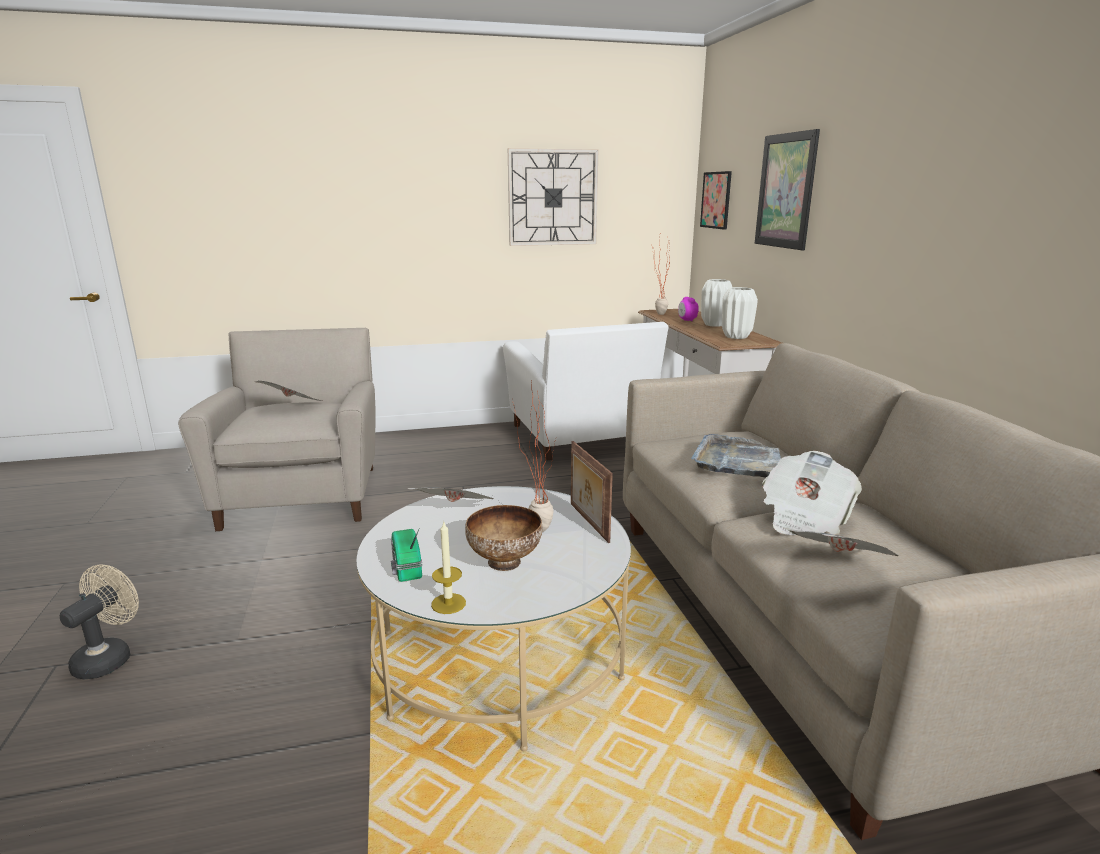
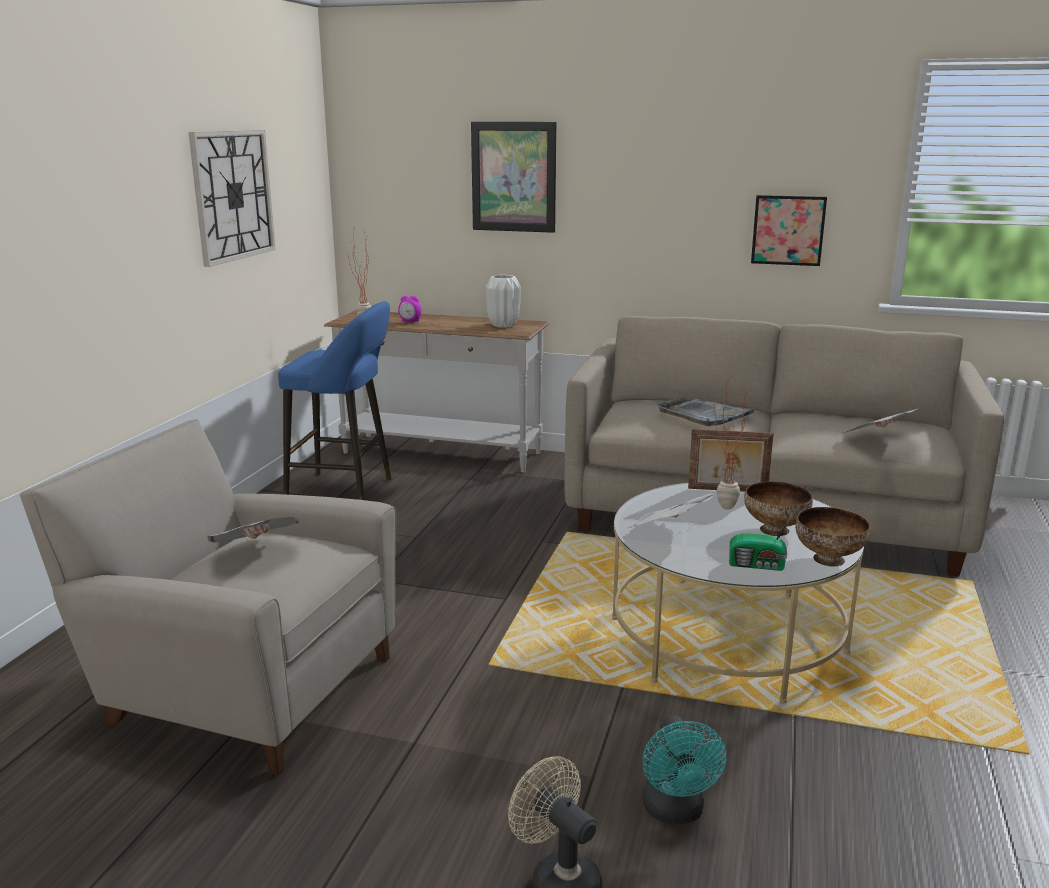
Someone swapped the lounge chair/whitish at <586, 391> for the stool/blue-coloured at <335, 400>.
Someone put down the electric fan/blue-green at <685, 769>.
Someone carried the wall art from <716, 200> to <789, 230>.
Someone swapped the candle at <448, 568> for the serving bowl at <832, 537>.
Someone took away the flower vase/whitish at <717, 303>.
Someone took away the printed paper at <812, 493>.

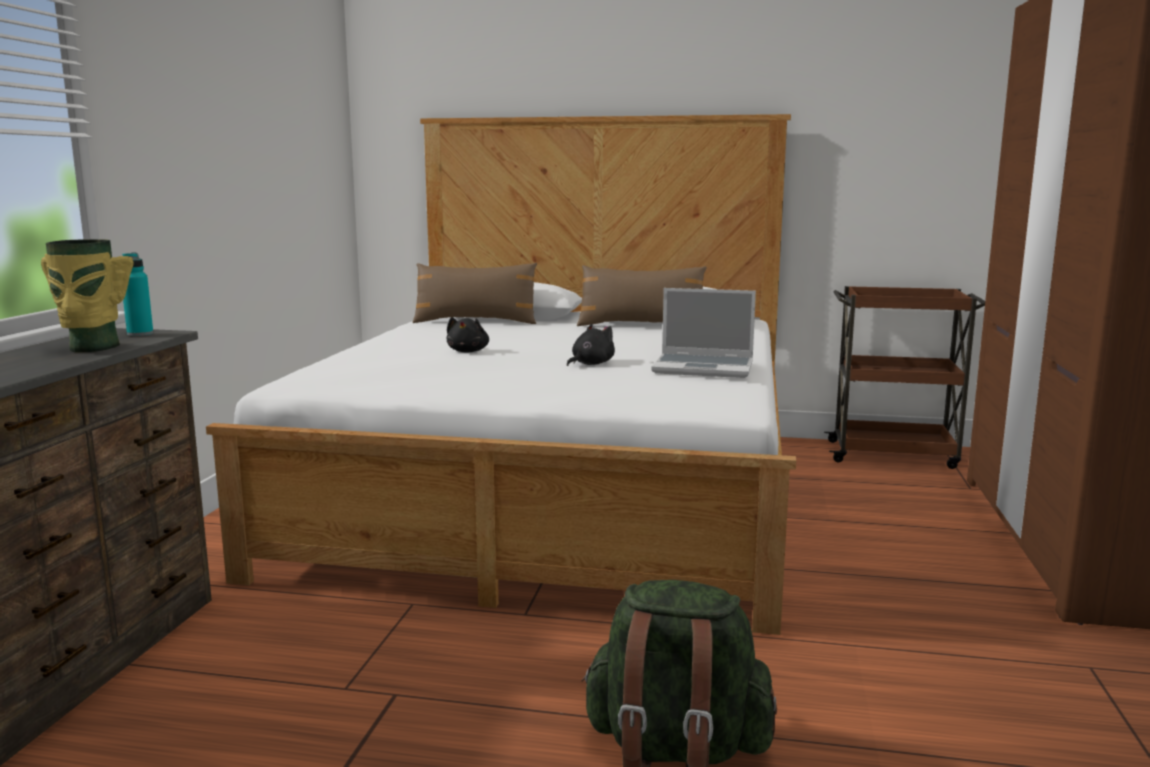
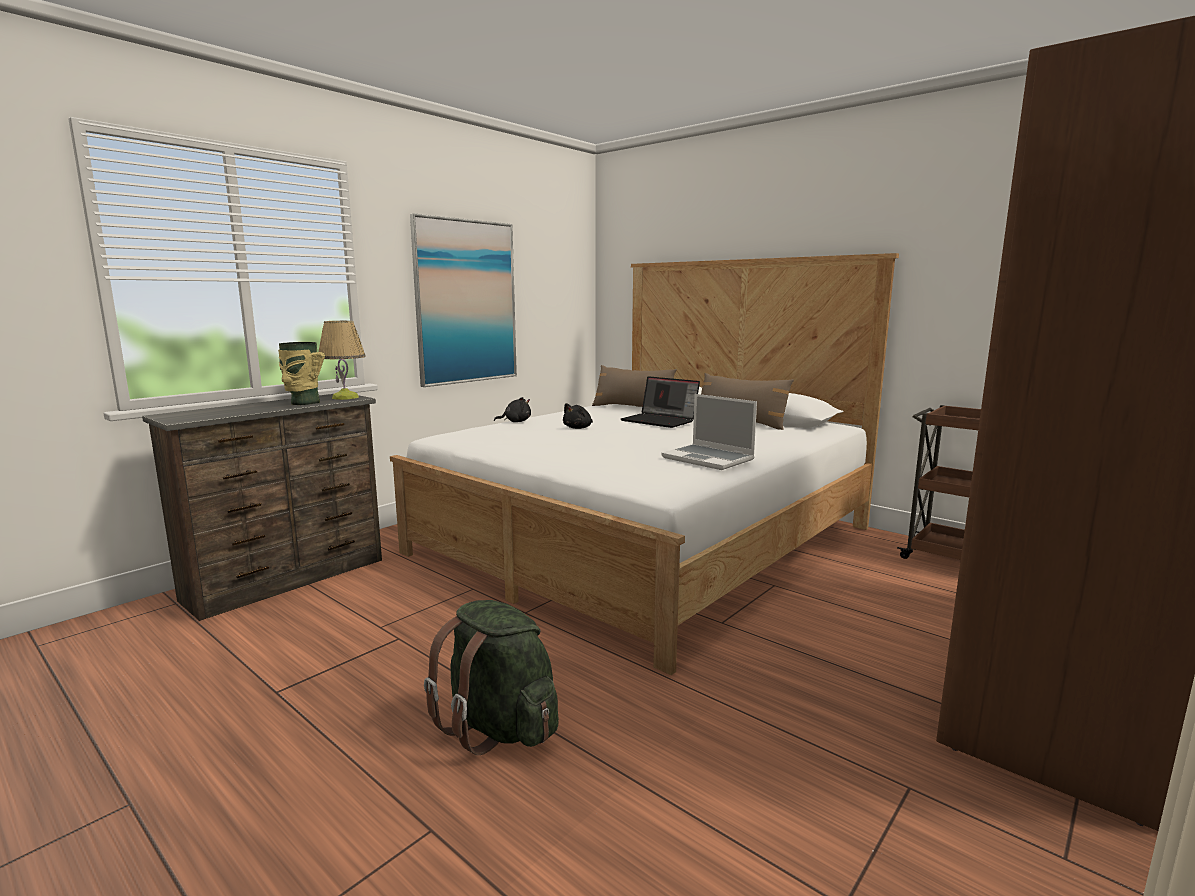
Someone swapped the drink bottle/blue-green at <137, 294> for the tabletop lamp at <342, 360>.
Someone put up the wall art at <463, 300>.
Someone carried the cuddly toy/black from <591, 345> to <512, 409>.
Someone put down the notebook computer at <660, 402>.

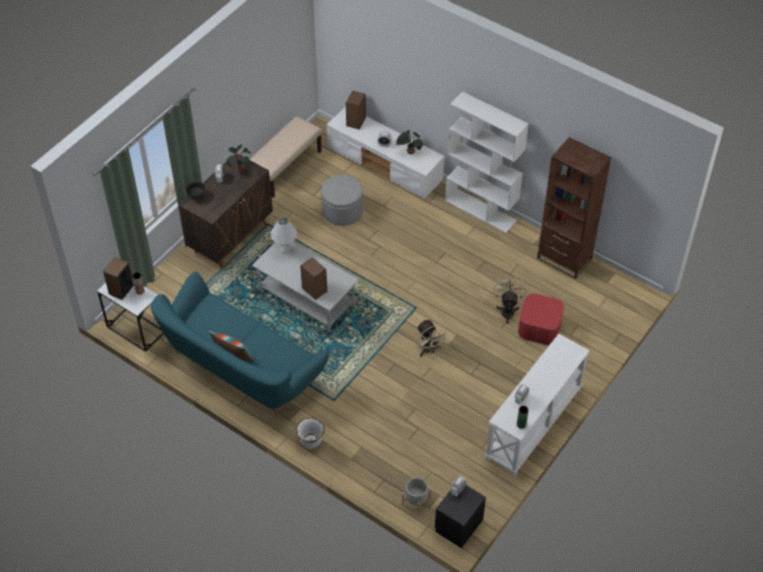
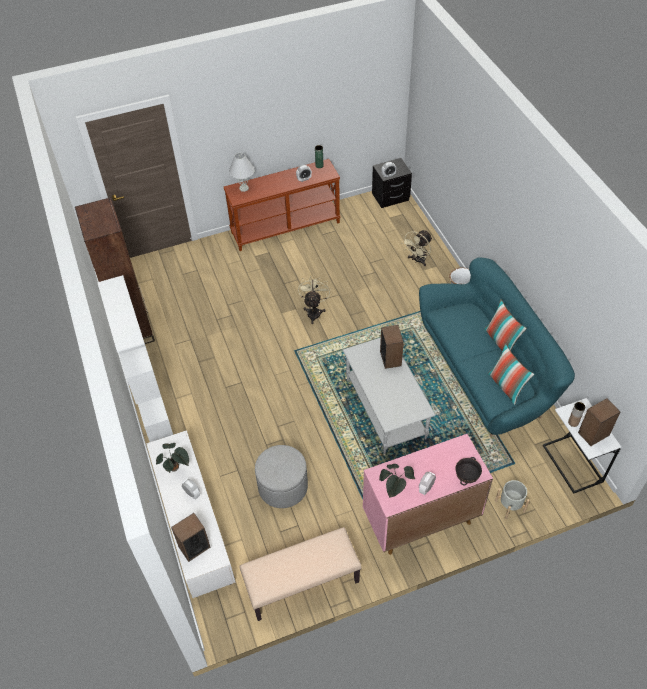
Someone repainted the narrow table/whitish at <537, 406>, which became the narrow table/brown-coloured at <282, 205>.
Someone carried the tabletop lamp/whitish from <284, 235> to <242, 172>.
Someone repainted the cupboard/brown-coloured at <226, 210>, which became the cupboard/pinkish at <428, 494>.
Someone carried the electric fan/beige-coloured from <509, 300> to <416, 248>.
Someone put down the throw pillow at <511, 374>.
Someone carried the plant pot/gray from <417, 497> to <512, 499>.
Someone took away the ottoman at <541, 319>.

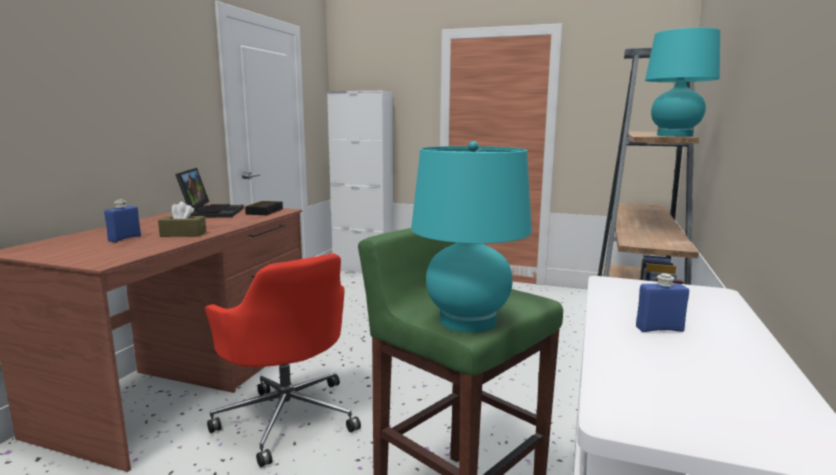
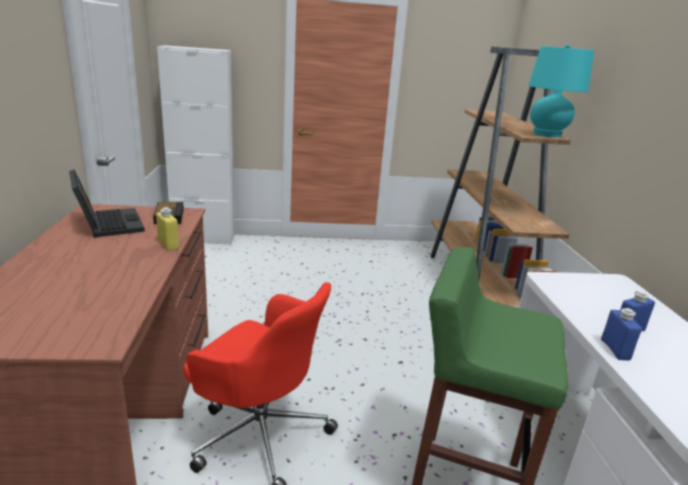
Someone put down the drink bottle/yellowish at <167, 229>.
Someone carried the drink bottle/blue-coloured from <122, 221> to <621, 334>.
Someone took away the tissue holder/brown-coloured at <182, 219>.
Someone took away the tabletop lamp/blue-green at <471, 237>.

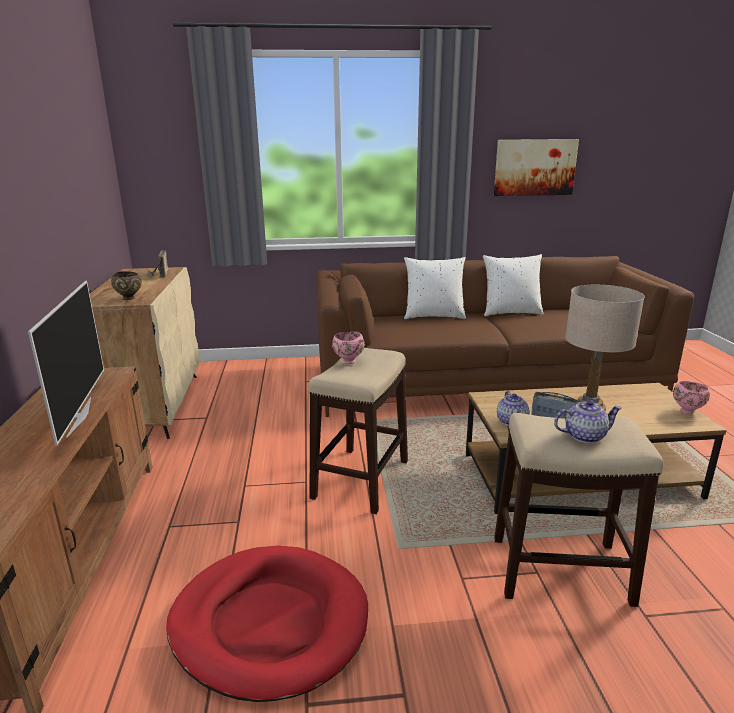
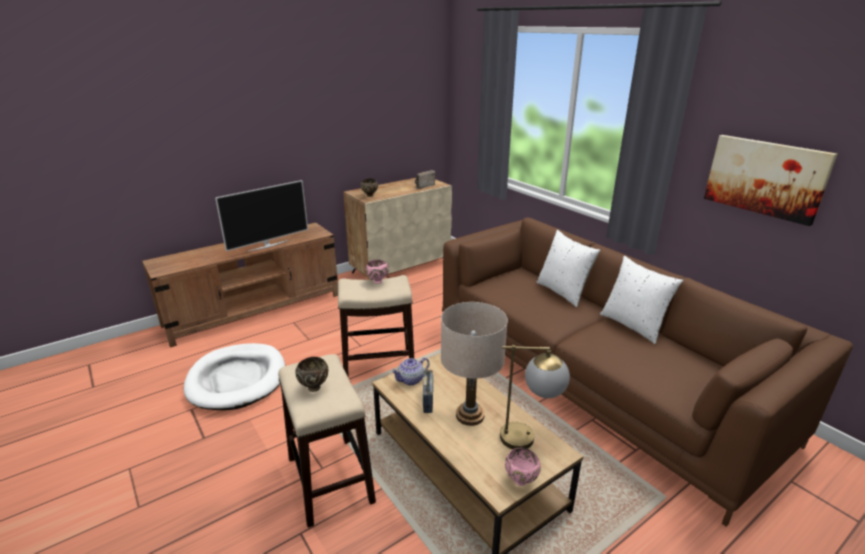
Someone repainted the dog cushion/red at <267, 624>, which became the dog cushion/whitish at <234, 376>.
Someone swapped the pot for tea at <588, 421> for the serving bowl/brown-coloured at <311, 374>.
Someone put down the tabletop lamp at <535, 397>.

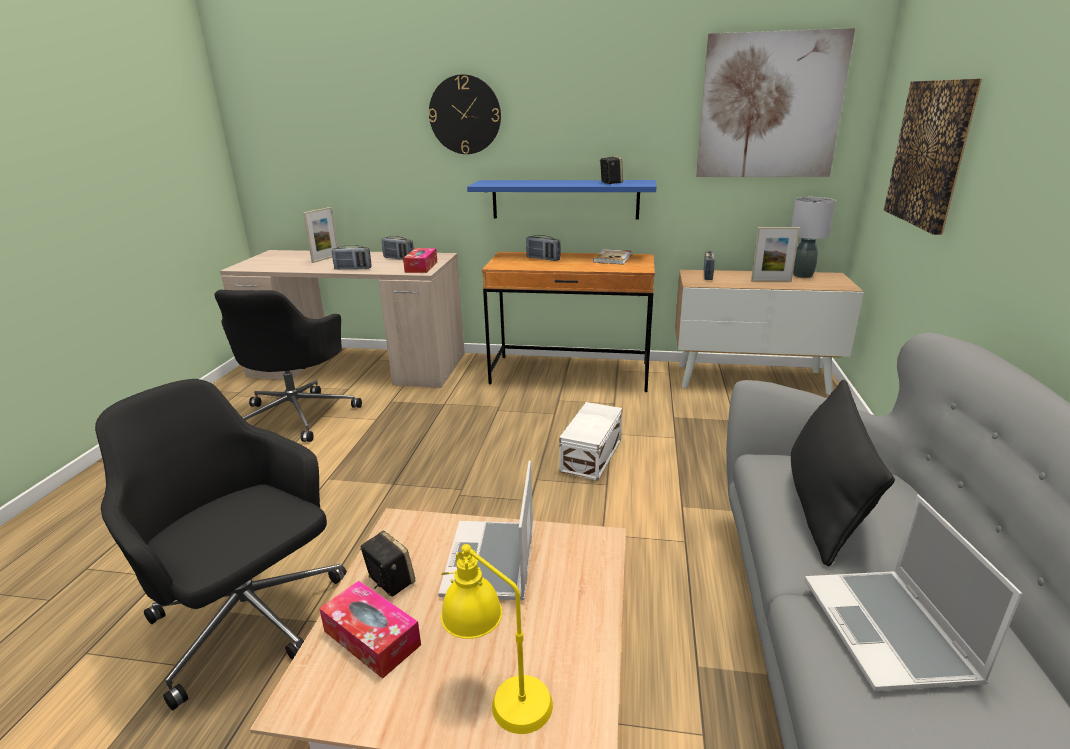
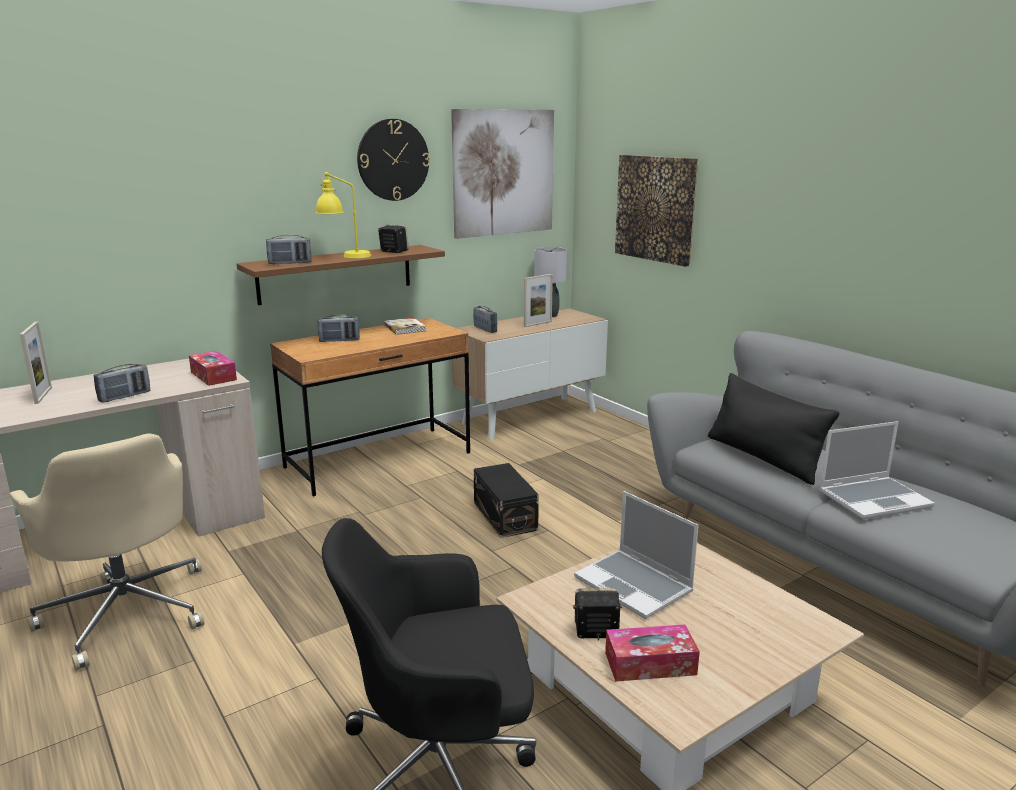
Someone repainted the desk chair/black at <288, 366>, which became the desk chair/beige-coloured at <107, 552>.
Someone repainted the bracket shelf/blue-coloured at <561, 200>, which became the bracket shelf/brown-coloured at <340, 275>.
Someone carried the radio from <397, 248> to <288, 249>.
Someone carried the tabletop lamp/yellowish from <497, 639> to <343, 215>.
Someone carried the clock on the wall from <465, 114> to <393, 160>.
Someone repainted the storage container/whitish at <590, 441>, which became the storage container/black at <506, 500>.
Someone rotated the notebook computer at <913, 593> by 60 degrees counterclockwise.

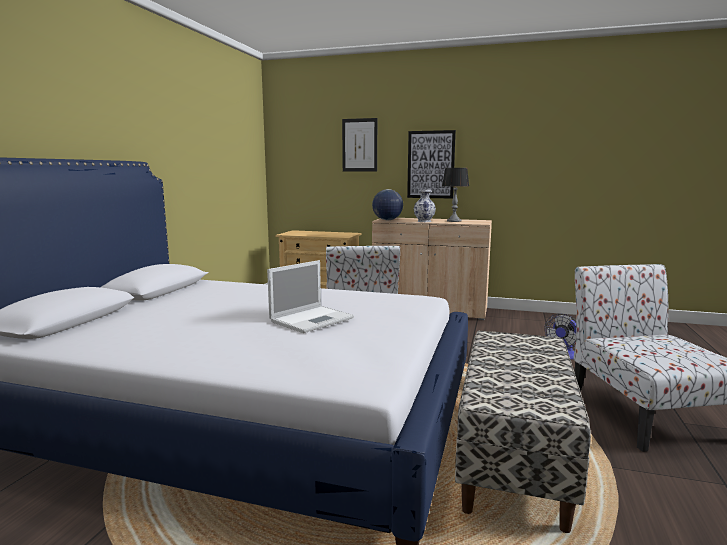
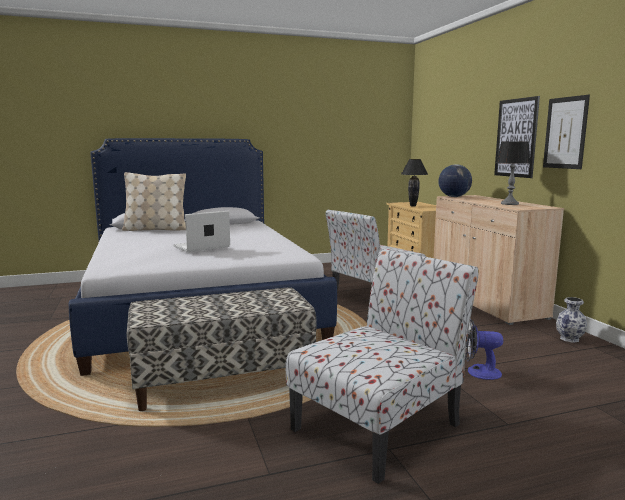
Someone put down the throw pillow/beige-coloured at <154, 201>.
Someone rotated the notebook computer at <310, 296> by 135 degrees clockwise.
Someone put down the tabletop lamp/black at <414, 183>.
Someone carried the wall art from <359, 144> to <566, 132>.
Someone carried the flower vase from <425, 205> to <571, 320>.

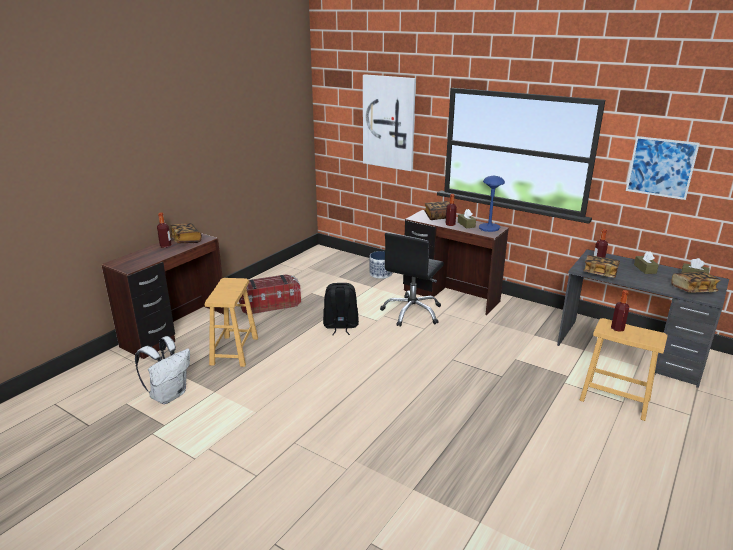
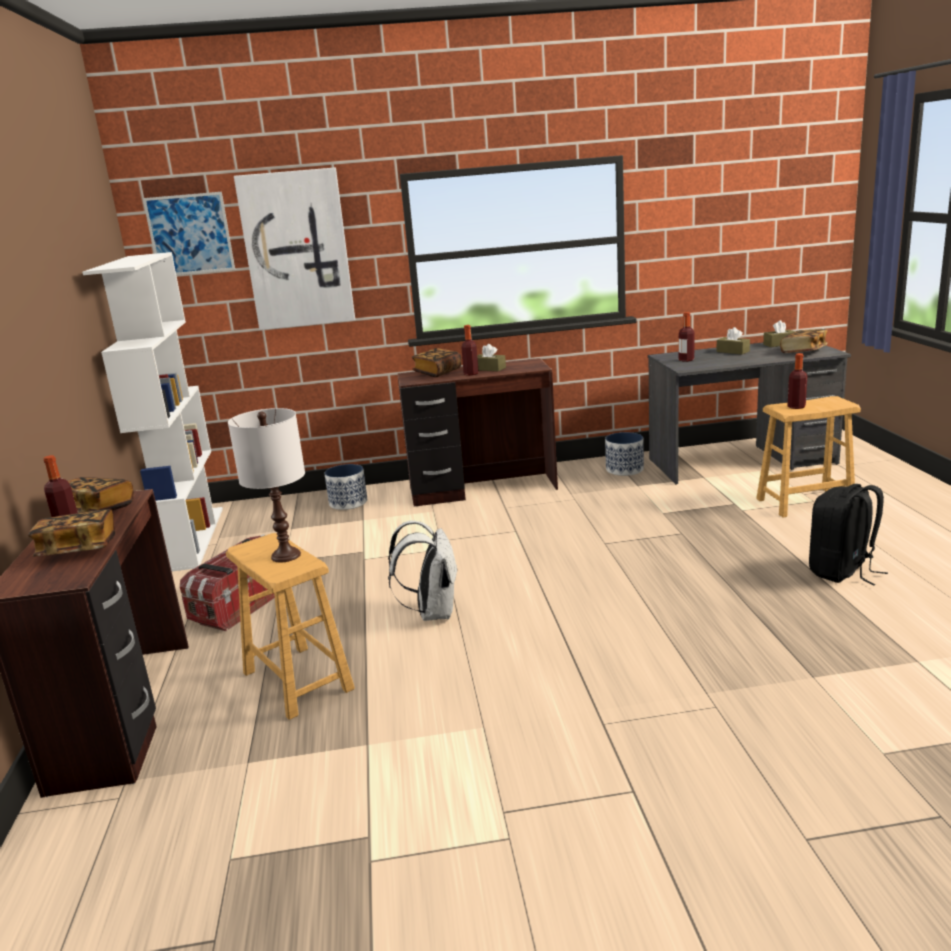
Someone carried the book from <601, 266> to <71, 533>.
Someone put down the bookshelf/whitish at <152, 411>.
Someone carried the wall art from <663, 168> to <189, 233>.
Someone put down the tabletop lamp/whitish at <266, 485>.
Someone carried the backpack/whitish from <162, 370> to <423, 571>.
Someone put down the plant pot at <624, 454>.
Someone carried the backpack/black from <341, 309> to <848, 535>.
Someone took away the desk chair/black at <412, 280>.
Someone took away the tabletop lamp/blue-coloured at <492, 204>.

